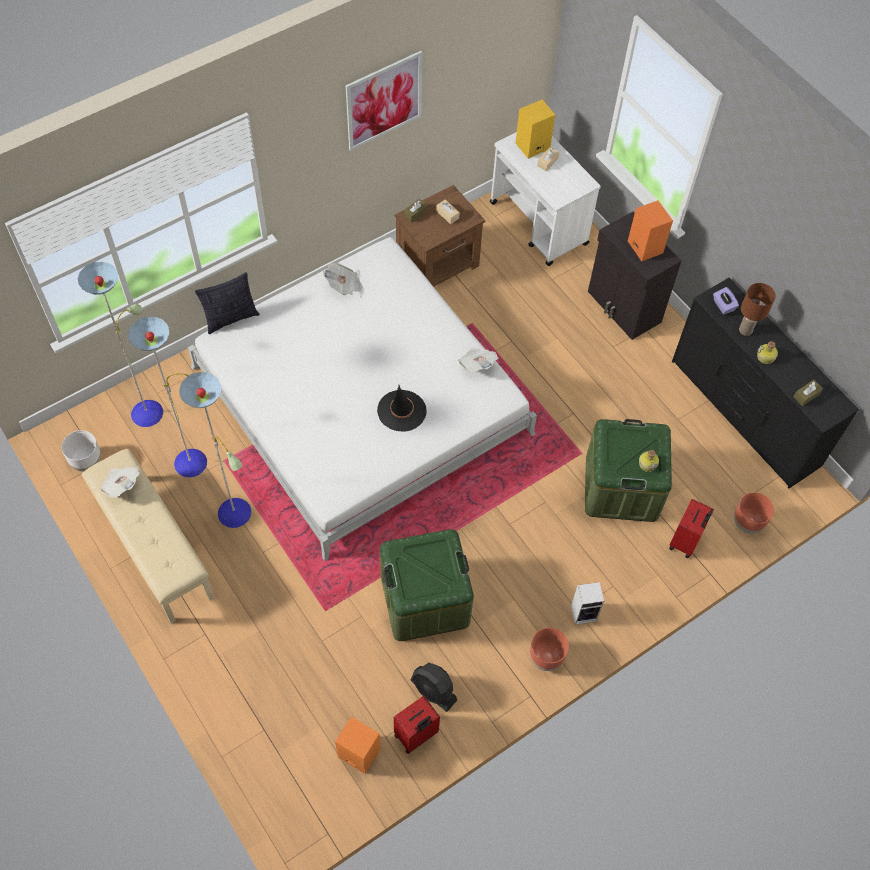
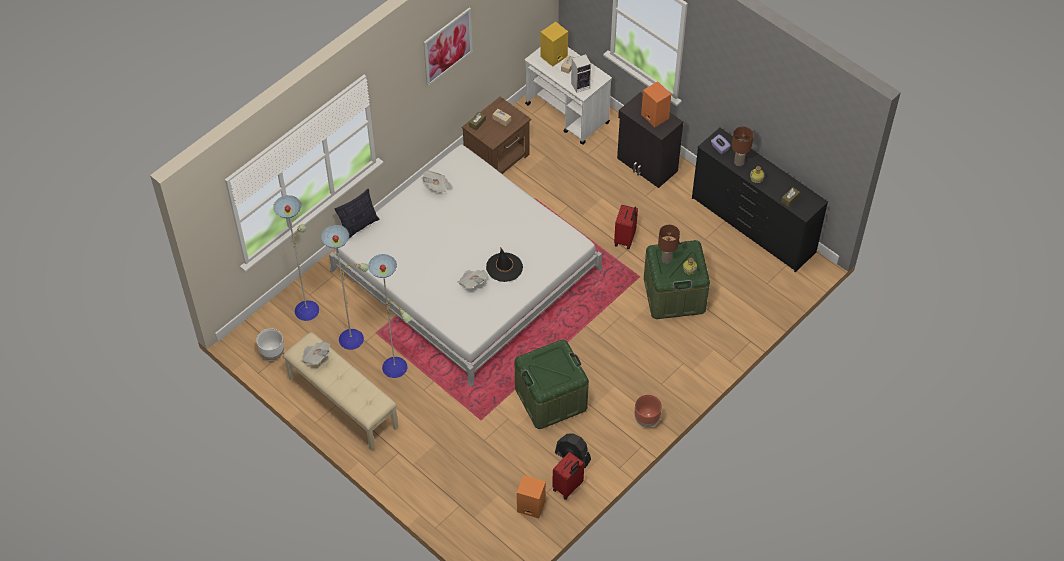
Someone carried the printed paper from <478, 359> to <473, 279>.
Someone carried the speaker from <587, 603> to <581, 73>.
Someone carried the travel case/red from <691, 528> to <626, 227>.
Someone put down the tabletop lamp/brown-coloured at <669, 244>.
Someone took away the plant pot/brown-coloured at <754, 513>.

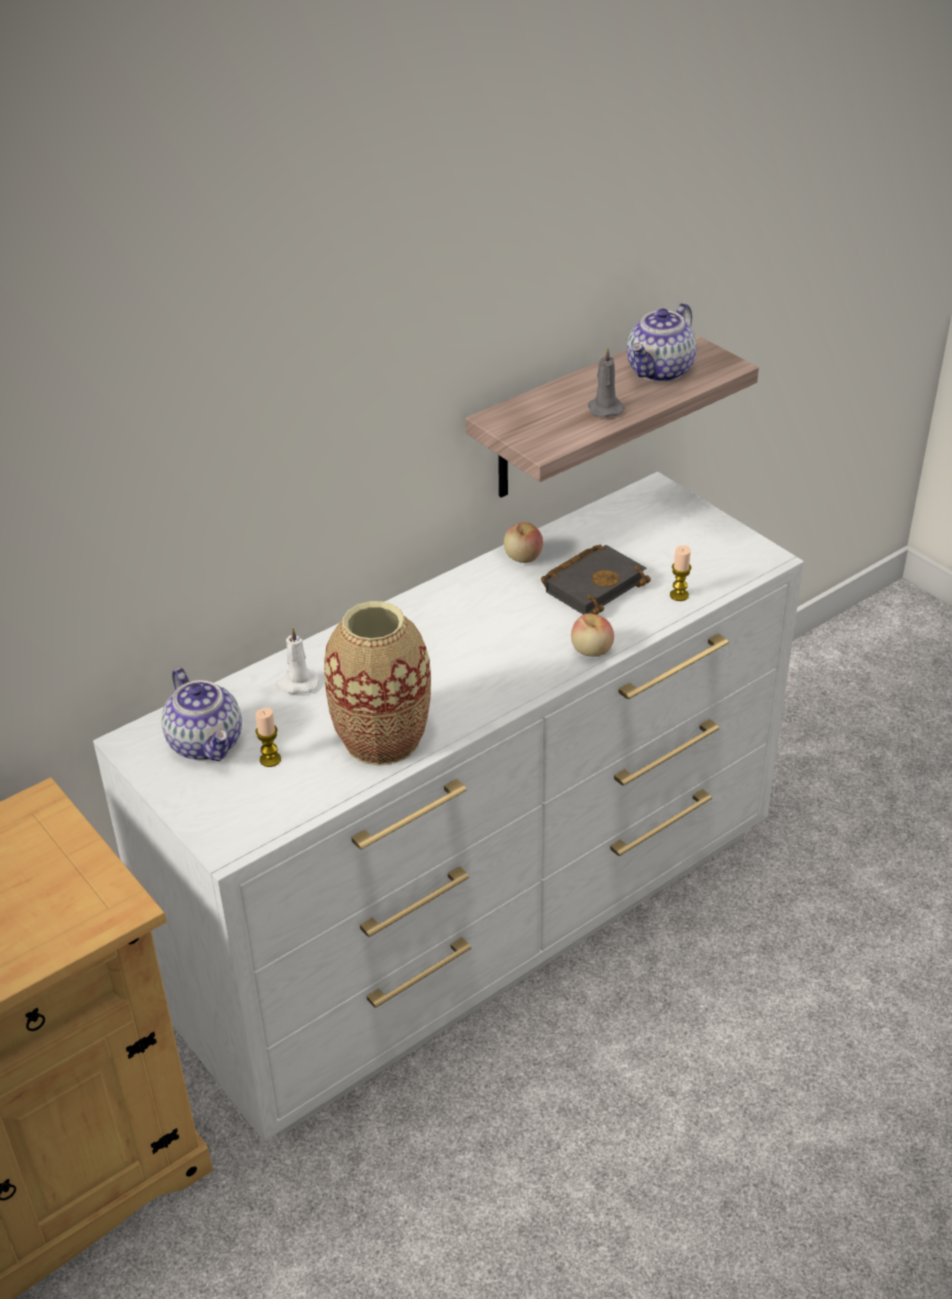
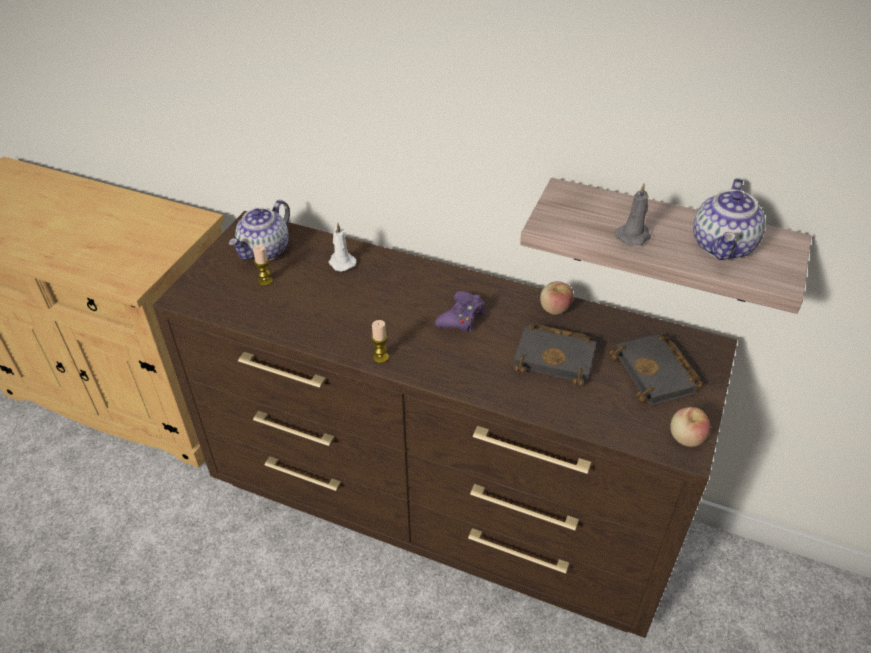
Someone repainted the chest of drawers/whitish at <448, 806>, which became the chest of drawers/brown-coloured at <445, 424>.
Someone carried the candle from <680, 573> to <380, 341>.
Someone put down the joypad/purplish at <460, 311>.
Someone put down the book/black at <656, 370>.
Someone carried the apple fruit from <592, 635> to <690, 427>.
Someone rotated the pot for tea at <662, 342> by 75 degrees counterclockwise.
Someone took away the flower vase at <377, 683>.

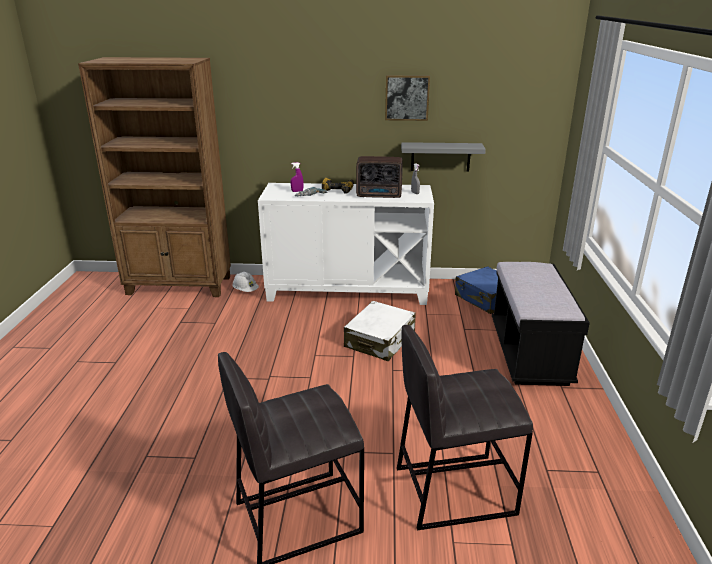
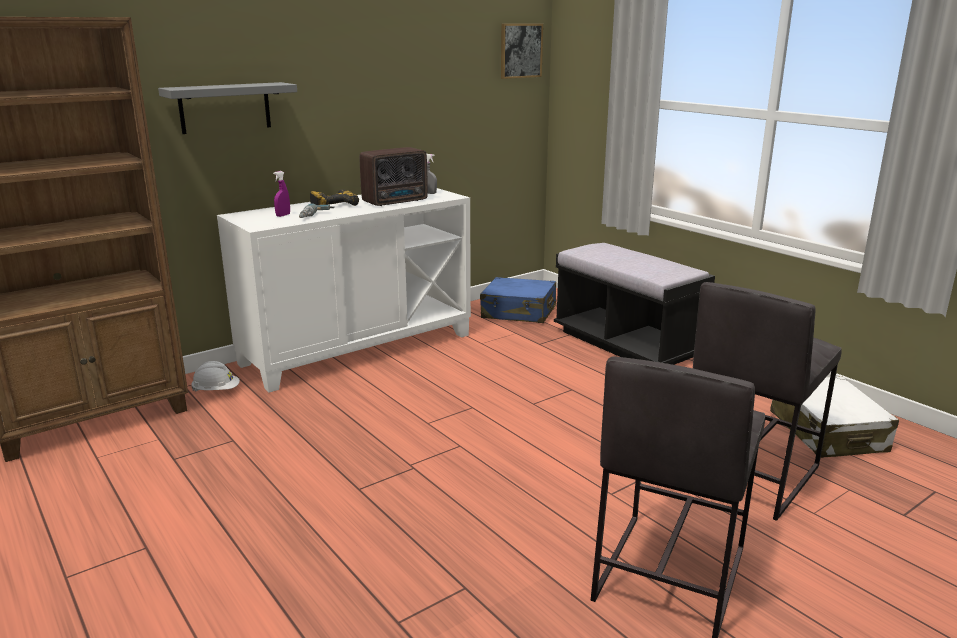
Someone carried the bracket shelf/gray from <443, 156> to <227, 108>.
Someone carried the wall art from <407, 98> to <522, 51>.
Someone carried the travel case/whitish from <380, 331> to <834, 417>.

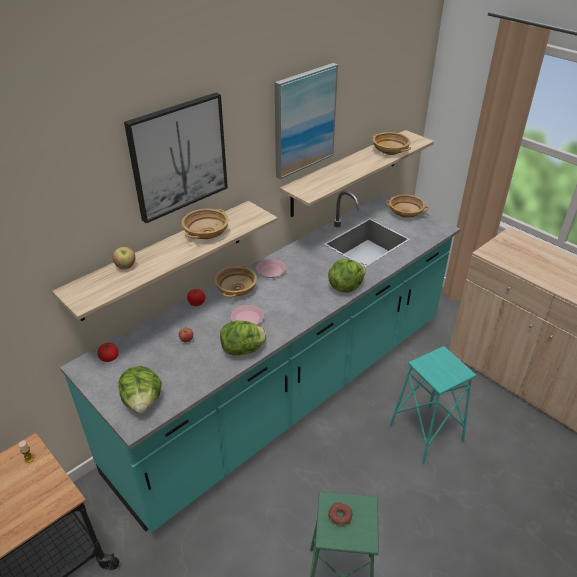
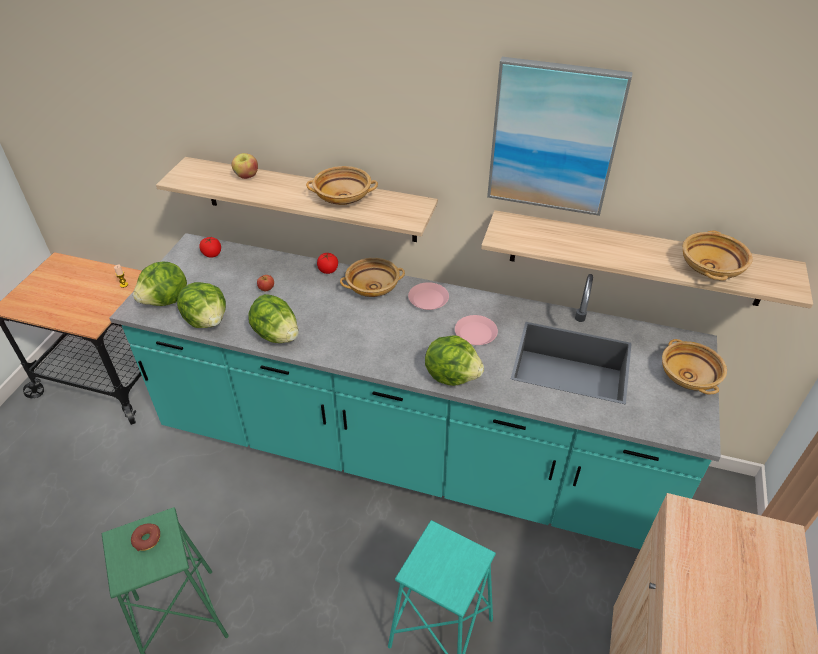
Someone put down the head of lettuce at <201, 305>.
Someone carried the plate/pinkish from <247, 315> to <476, 330>.
Someone took away the wall art at <176, 158>.

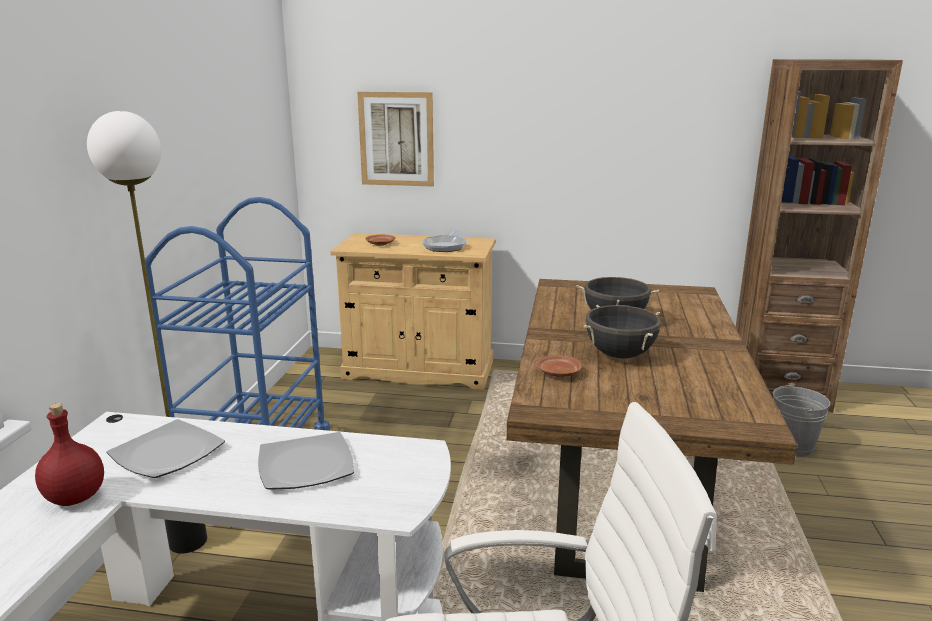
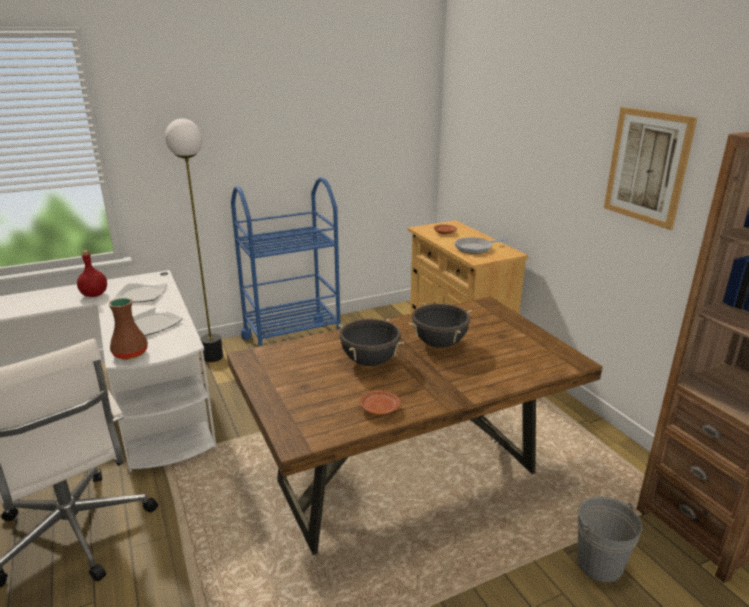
Someone put down the flower vase/brown-coloured at <128, 329>.
Someone carried the plate/brown-coloured from <559, 366> to <380, 402>.
Someone carried the wall art from <395, 139> to <651, 168>.

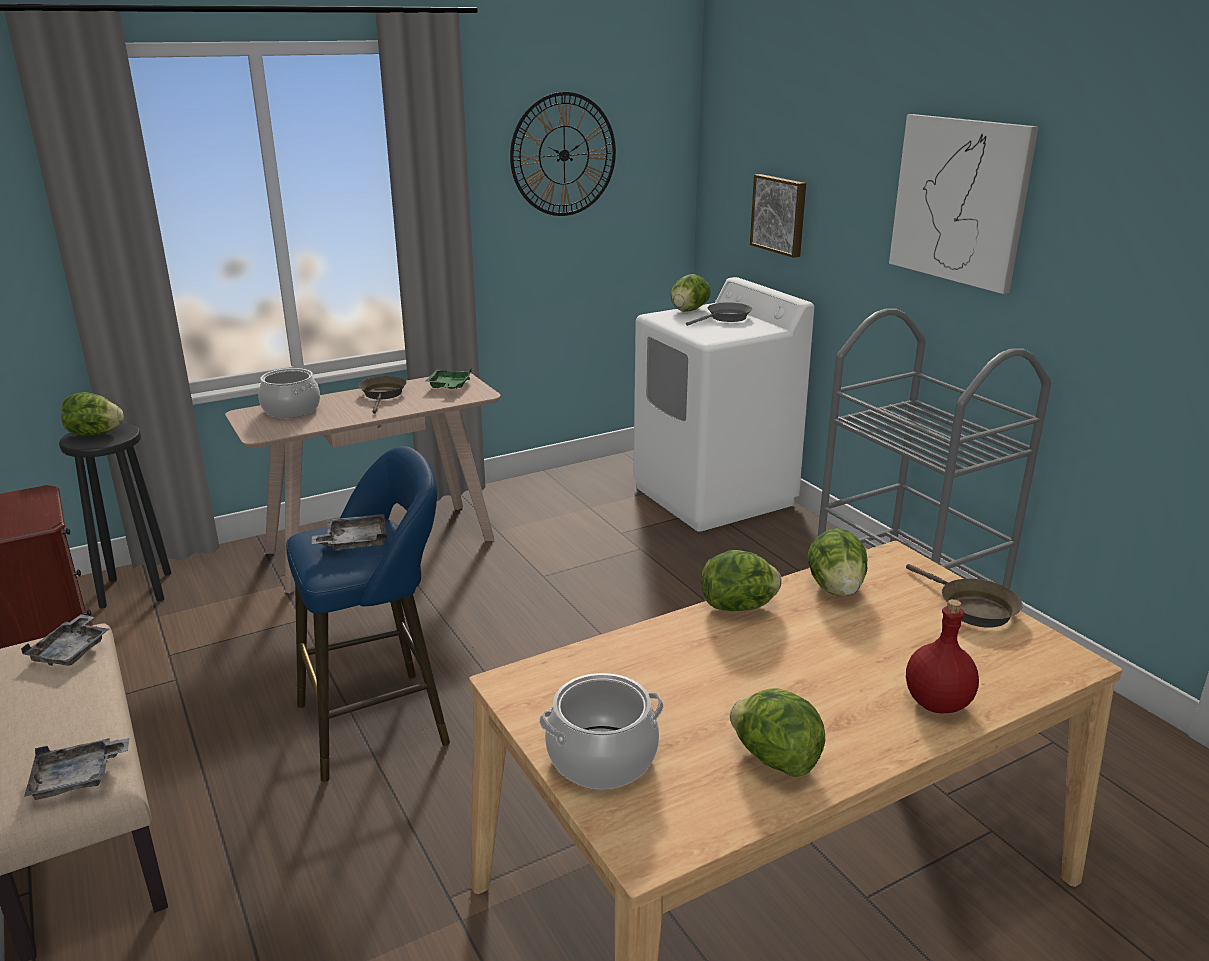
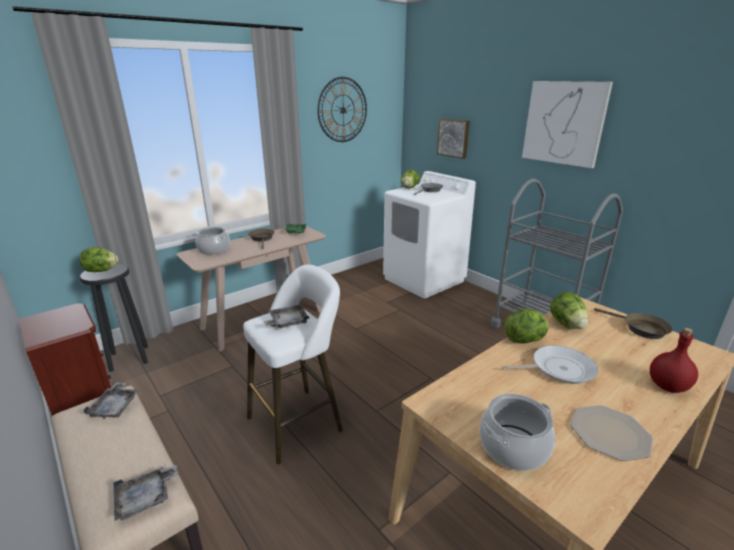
Someone repainted the stool/blue-coloured at <368, 614>, which became the stool/whitish at <293, 364>.
Someone put down the frying pan at <550, 364>.
Someone swapped the head of lettuce at <777, 732> for the plate at <611, 433>.

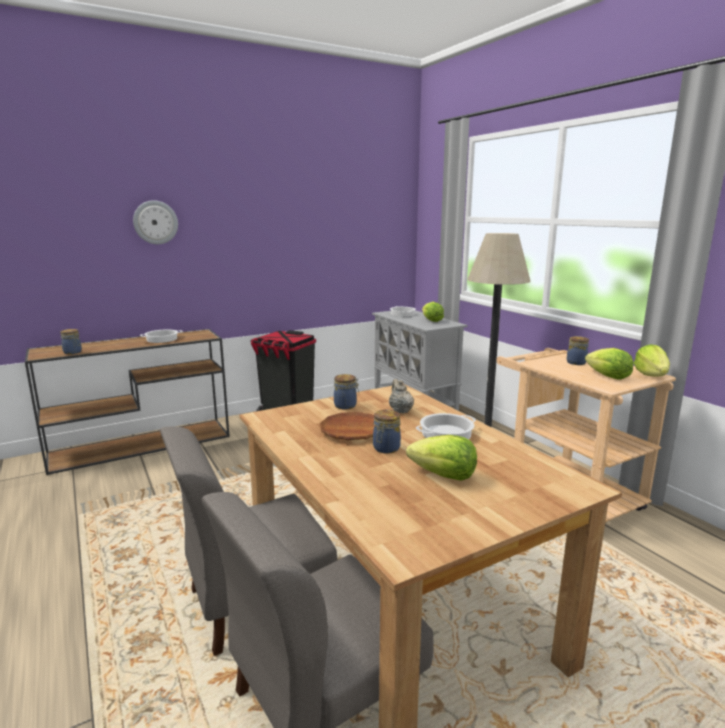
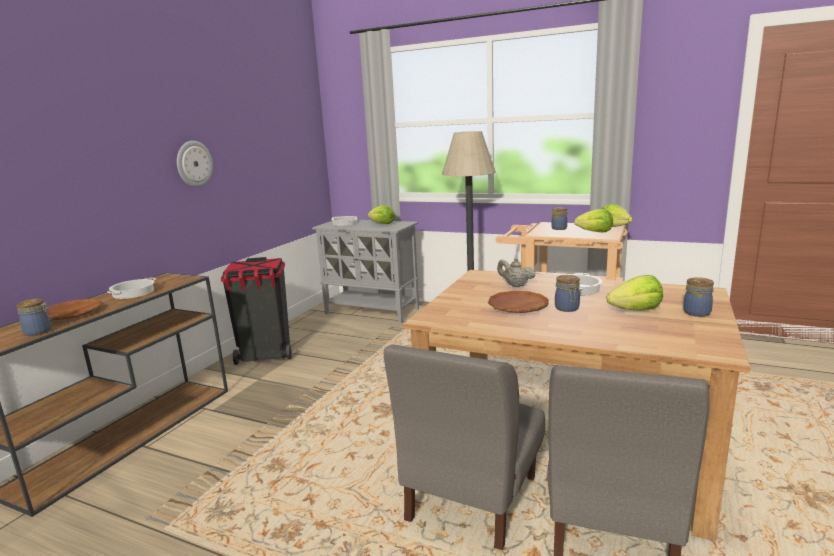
Someone put down the plate/brown-coloured at <73, 309>.
Someone carried the clock on the wall from <155, 222> to <195, 164>.
Someone carried the jar from <346, 392> to <698, 297>.

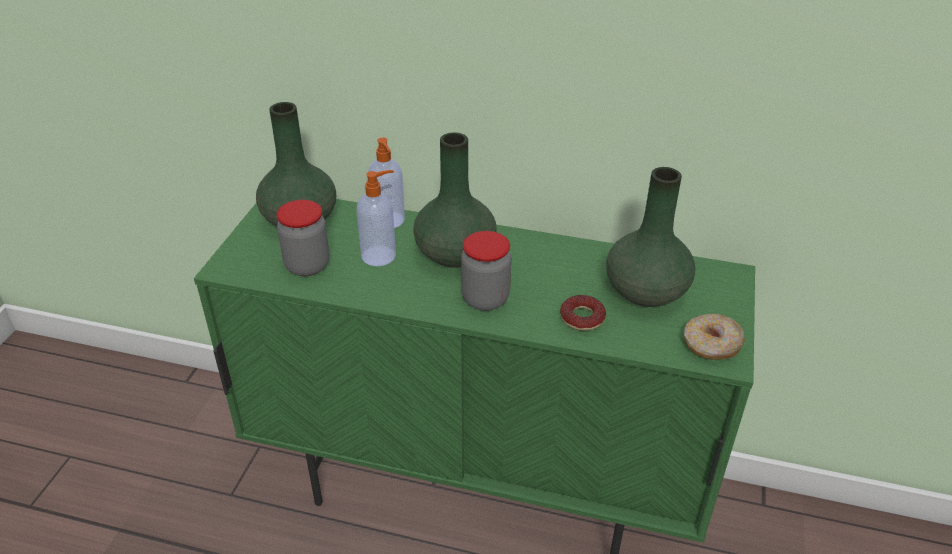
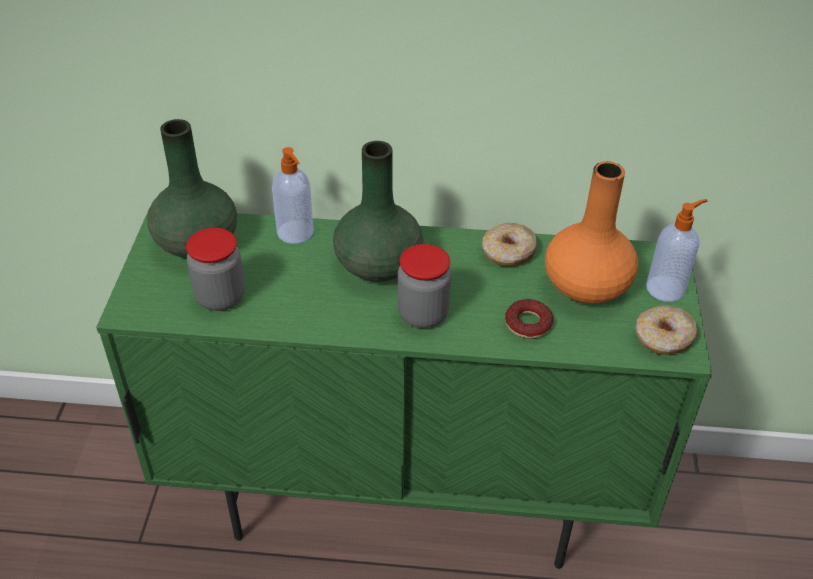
Someone put down the ring doughnut at <510, 244>.
Someone repainted the flower vase/green-coloured at <651, 237>, which became the flower vase/orange-coloured at <591, 232>.
Someone carried the soap bottle from <376, 218> to <677, 250>.

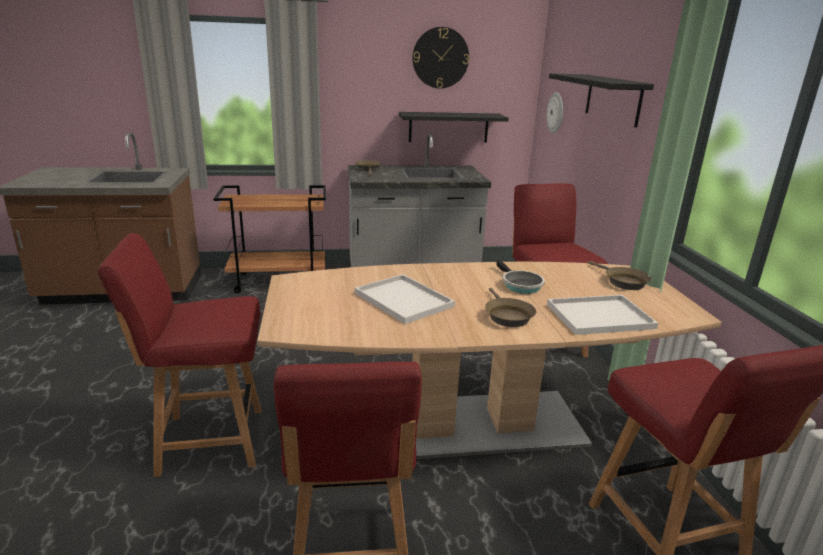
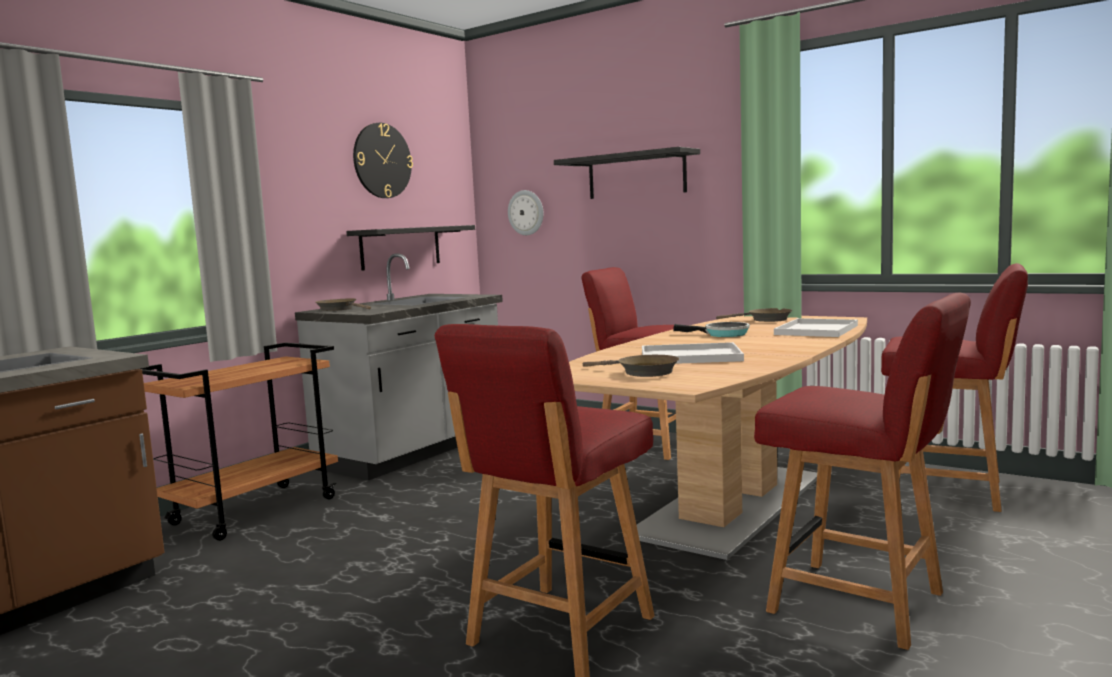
Someone carried the frying pan/brown-coloured from <510, 307> to <631, 366>.

